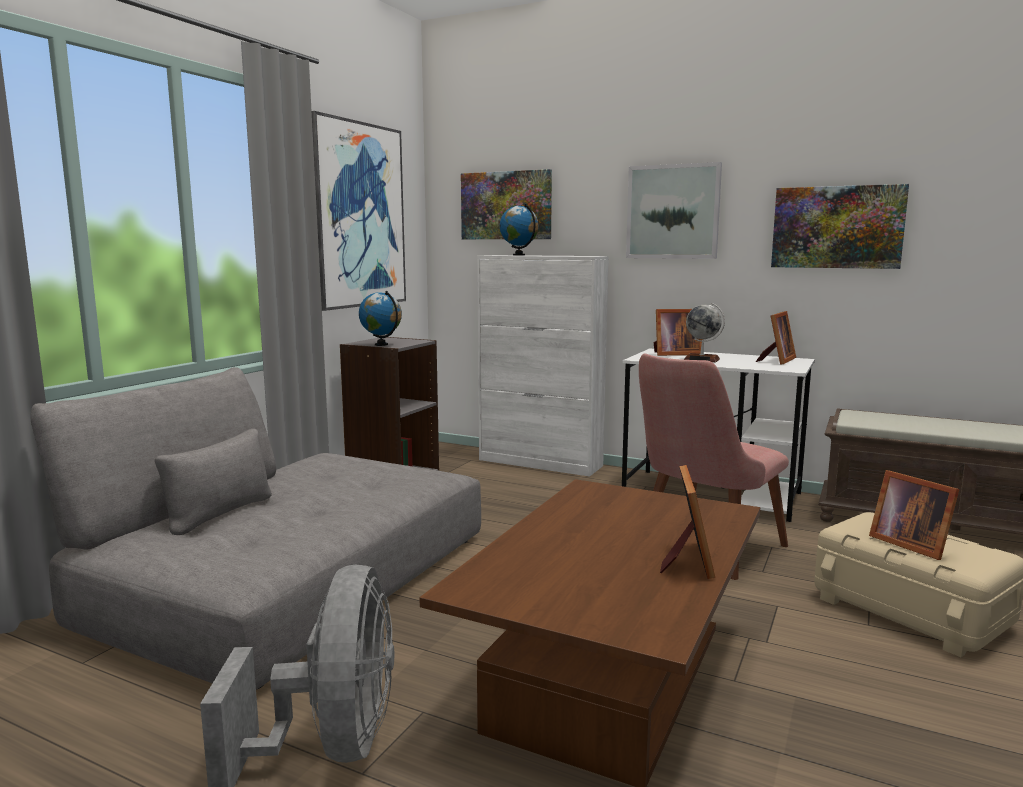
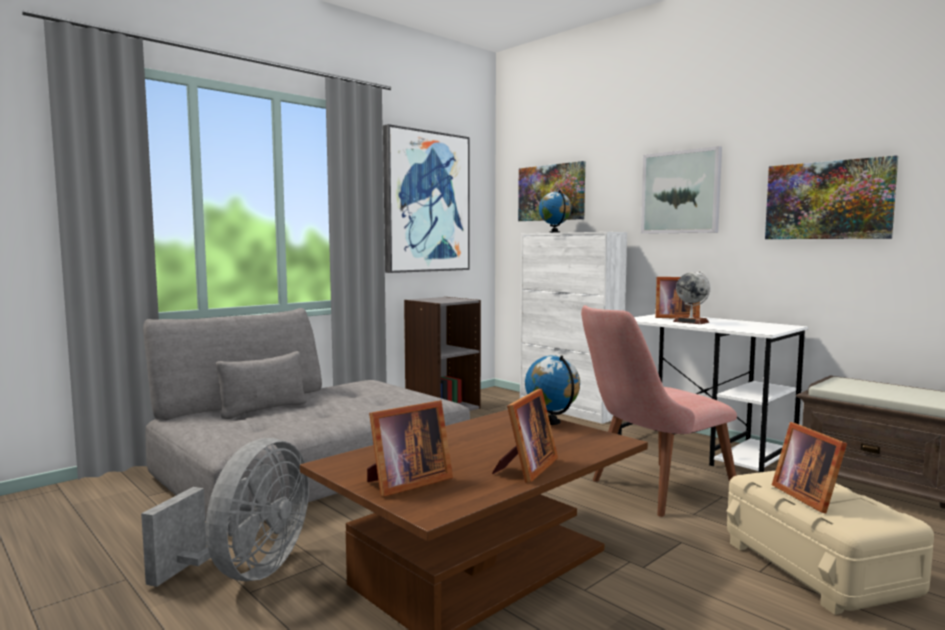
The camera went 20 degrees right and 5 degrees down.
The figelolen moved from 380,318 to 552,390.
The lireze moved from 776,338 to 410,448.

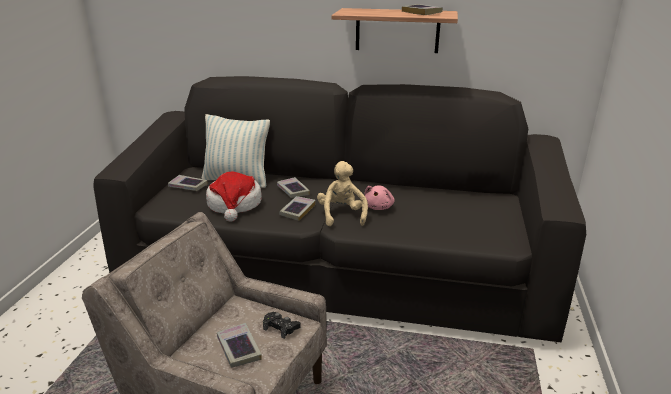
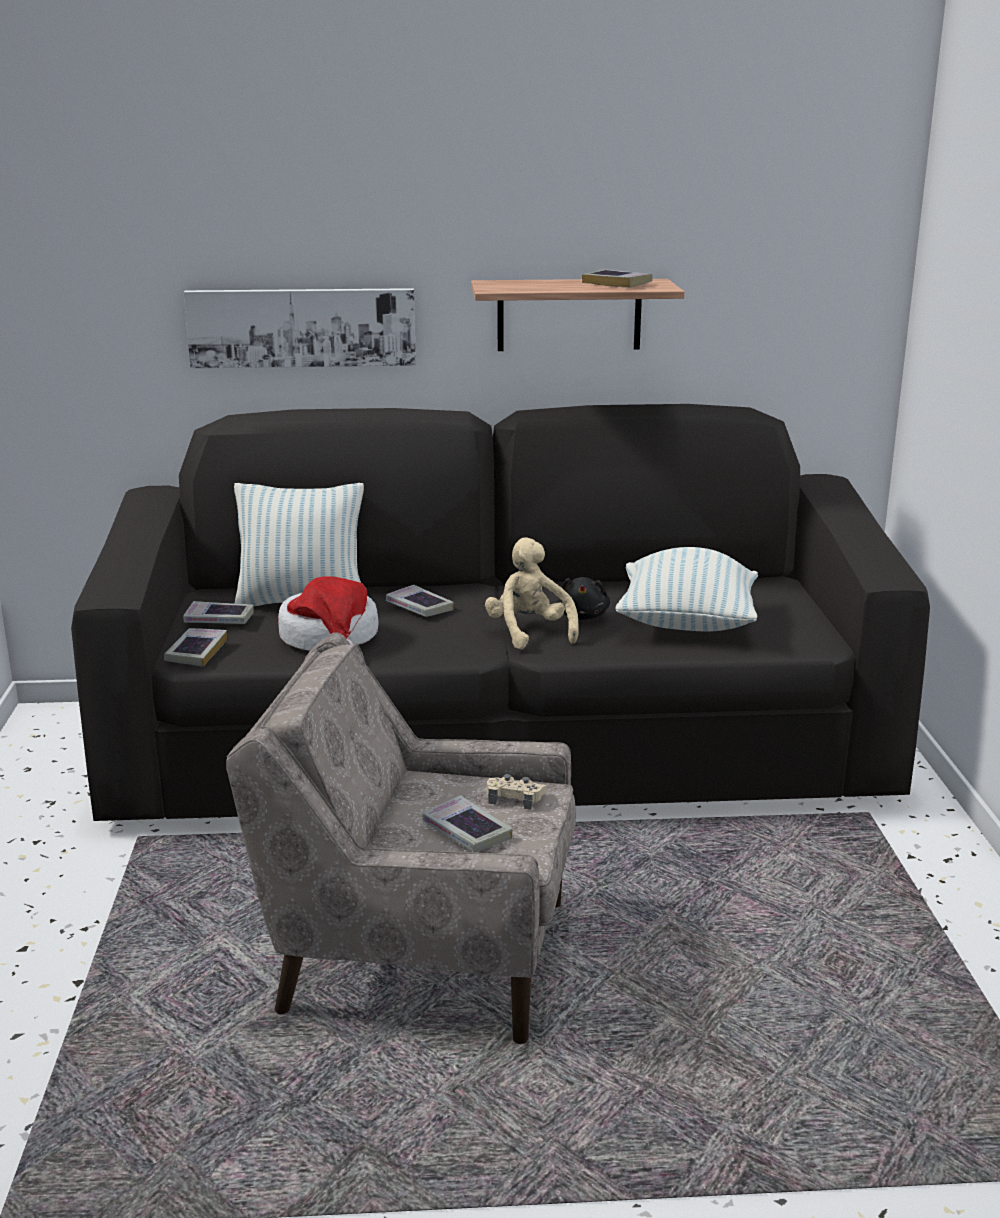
The camera went 15 degrees left and 5 degrees down.
The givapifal at 300,328 appeared.
The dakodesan at 687,589 appeared.
The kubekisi moved from 297,208 to 195,647.
The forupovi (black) at 282,325 became the forupovi (beige) at 516,792.
The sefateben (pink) at 380,197 became the sefateben (black) at 583,598.

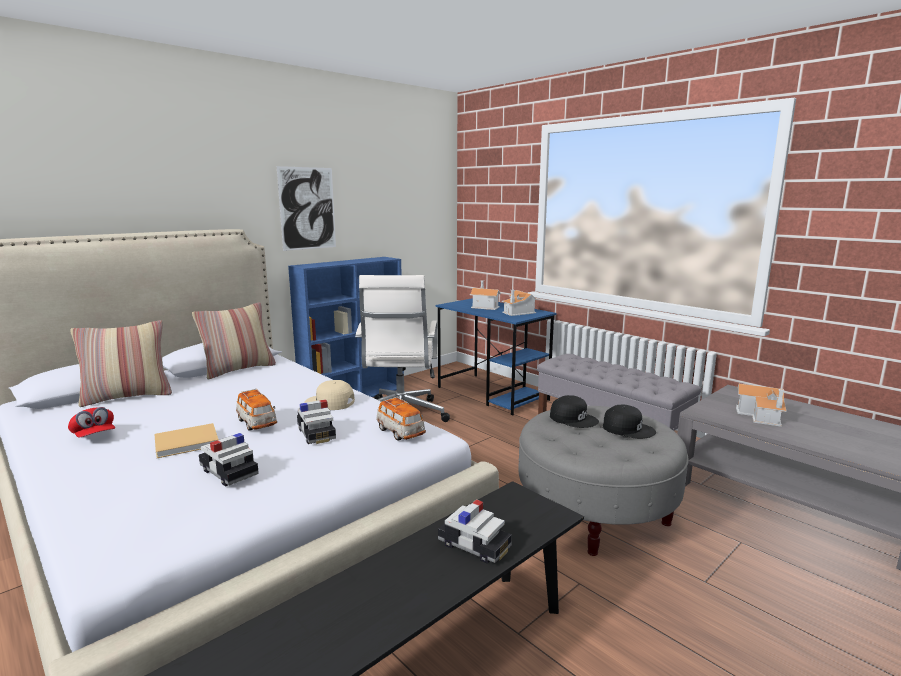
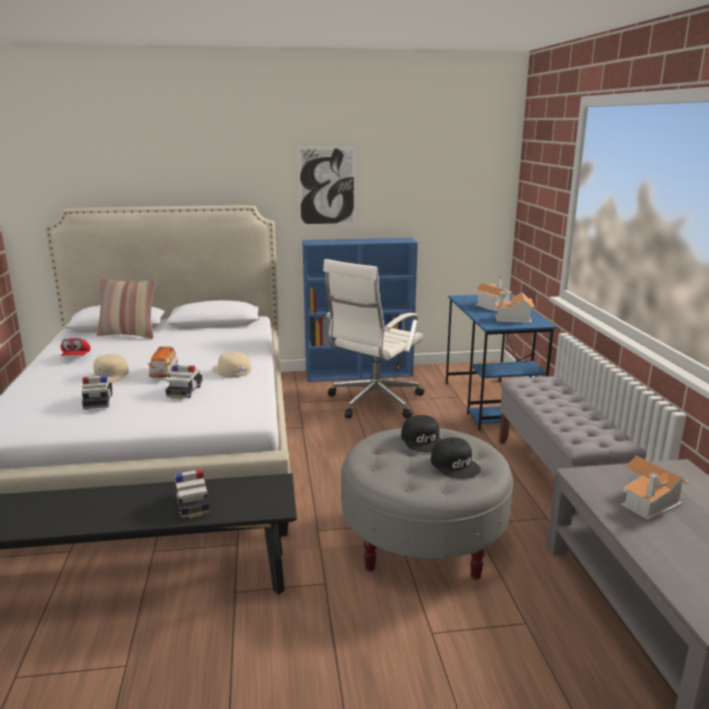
The camera went 35 degrees right and 5 degrees up.
The dakodesan at 234,340 disappeared.
The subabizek at 401,418 disappeared.
The kubekisi (beige) at 186,440 was replaced by the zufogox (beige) at 110,368.

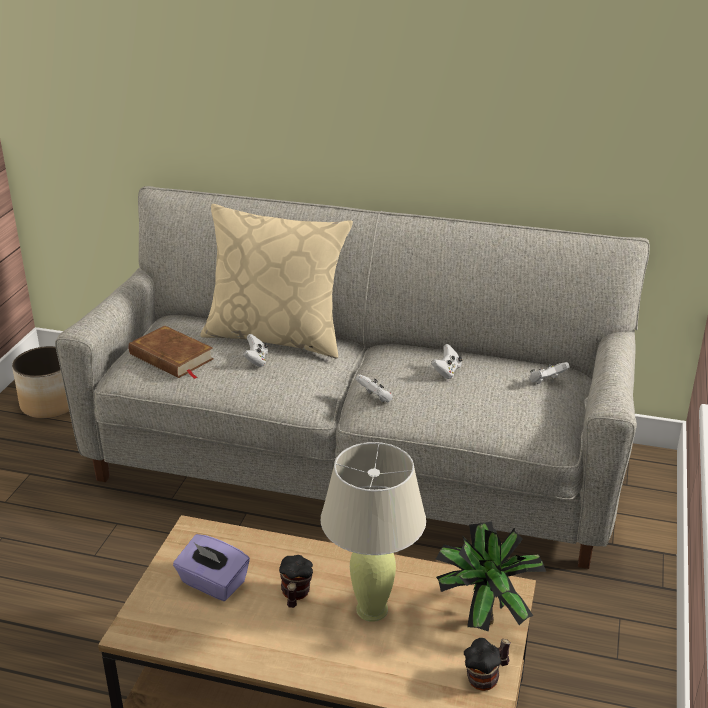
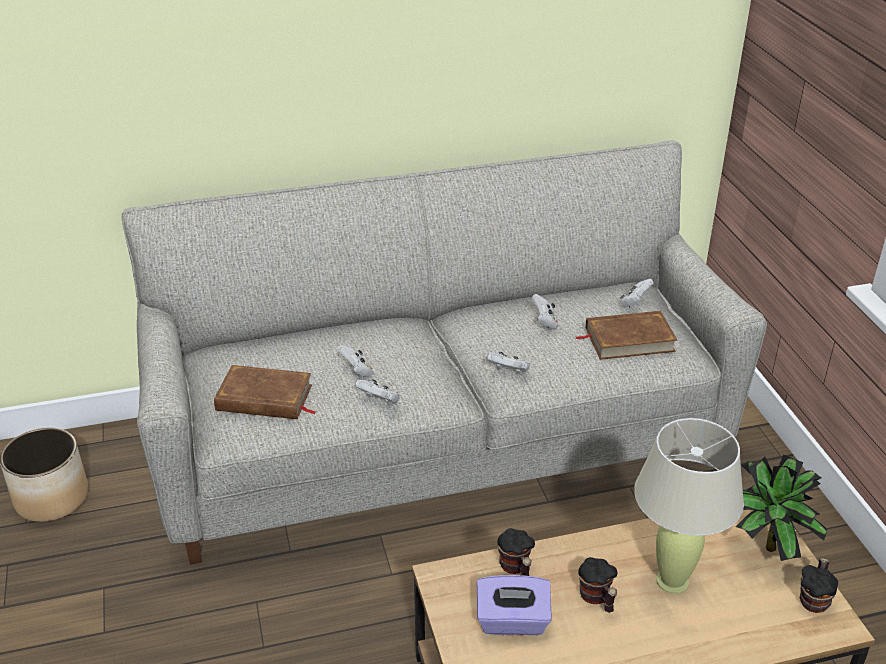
The camera went 30 degrees left and 5 degrees up.
The dakodesan (beige) at 276,281 disappeared.
The forupovi (white) at 377,392 appeared.
The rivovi at 516,552 appeared.
The kubekisi (brown) at 626,335 appeared.

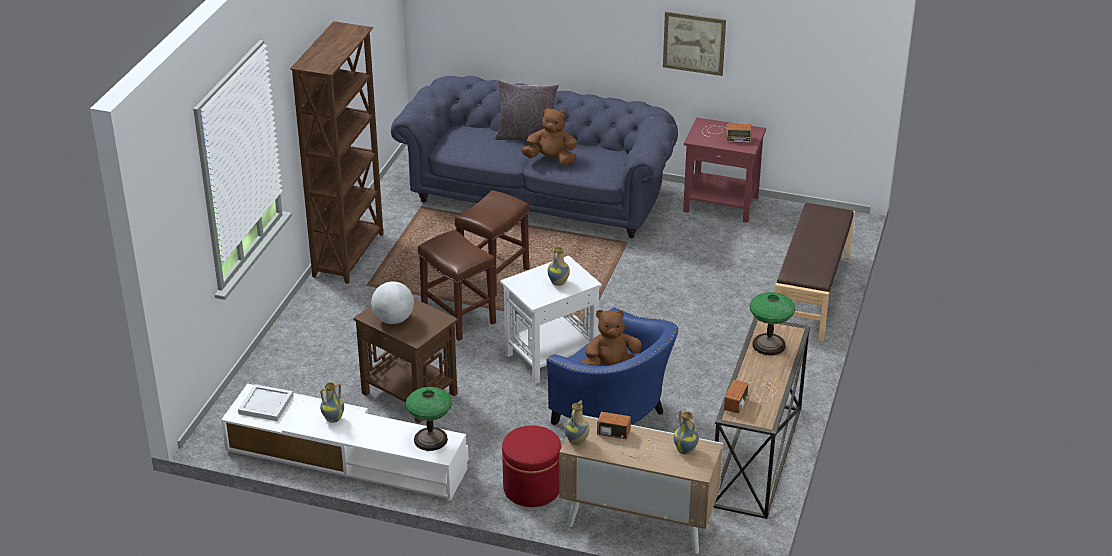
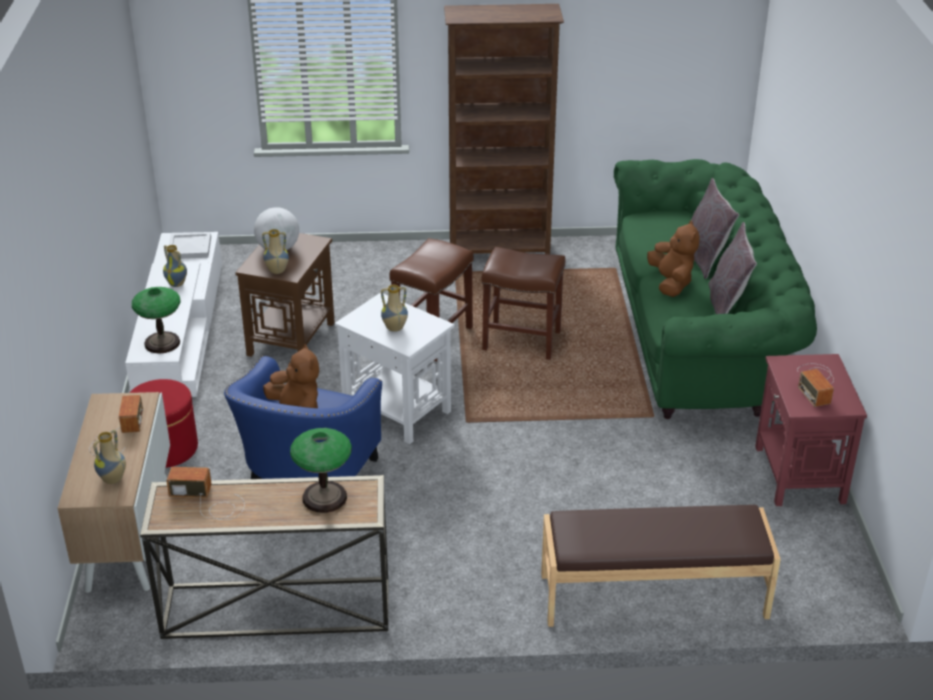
The camera went 70 degrees right and 0 degrees up.
The givapifal at 694,43 disappeared.
The dakodesan (grey) at 732,268 appeared.
The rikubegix moved from 577,423 to 275,251.
The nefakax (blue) at 534,157 became the nefakax (green) at 715,289.

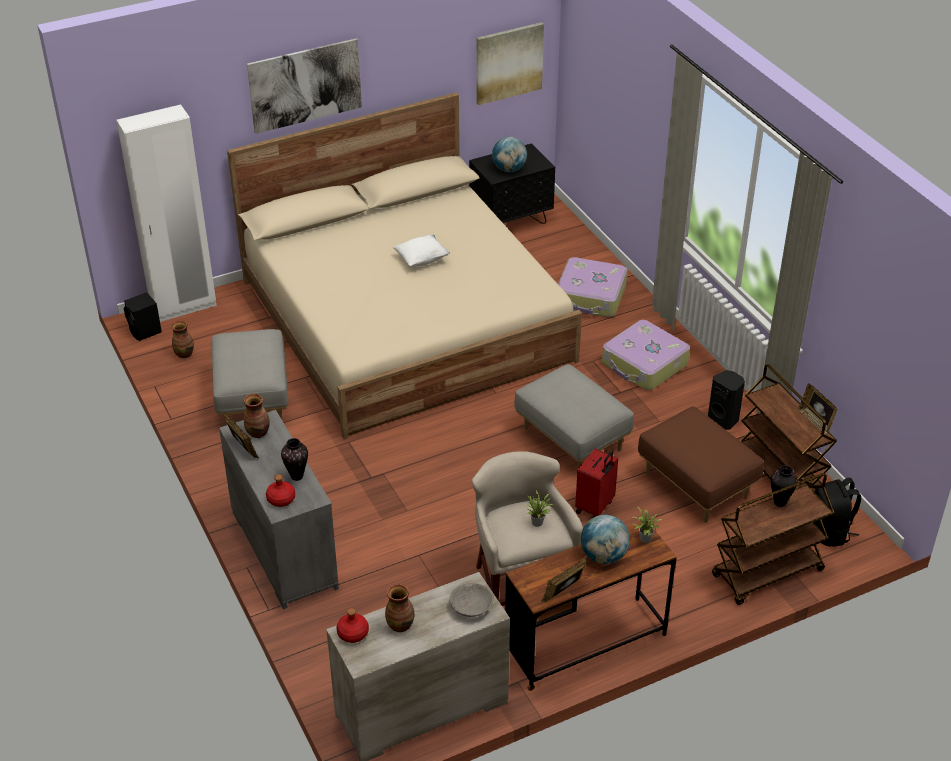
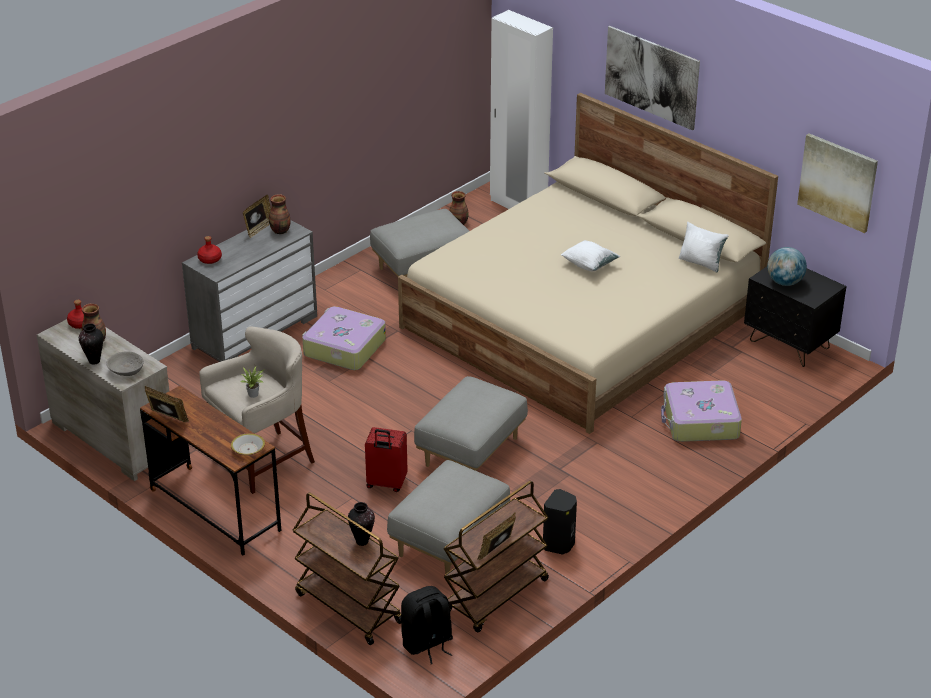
The camera went 70 degrees right and 5 degrees down.
The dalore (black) at 143,316 disappeared.
The figelolen at 605,539 disappeared.
The dakodesan (white) at 704,247 appeared.
The rikubegix moved from 294,459 to 91,344.
The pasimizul moved from 646,355 to 344,338.
The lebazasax at 648,524 was replaced by the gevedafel at 248,444.
The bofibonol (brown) at 701,464 became the bofibonol (grey) at 448,517.

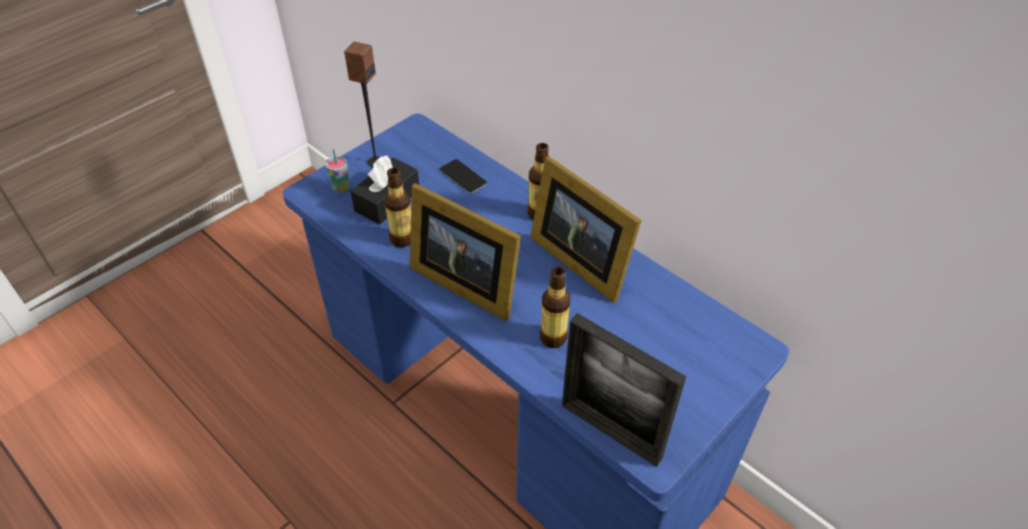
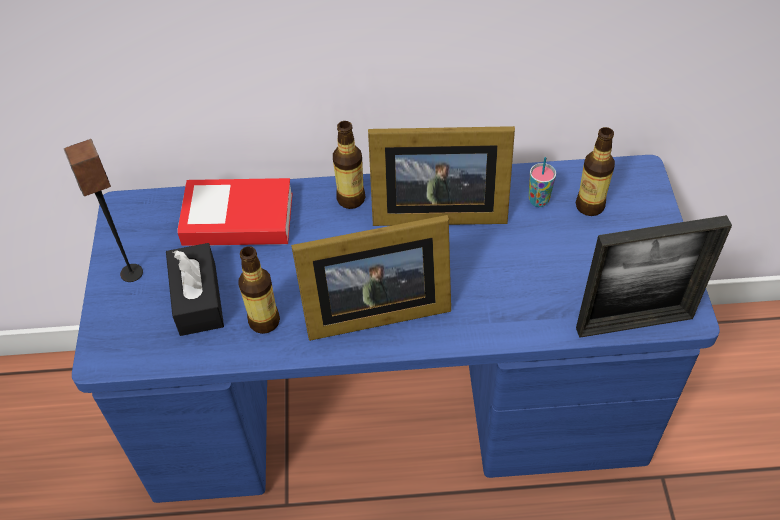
The camera went 45 degrees left and 5 degrees up.
The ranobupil moved from 337,171 to 542,182.
The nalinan moved from 555,307 to 595,171.
The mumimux at 463,176 was replaced by the kubekisi at 234,212.

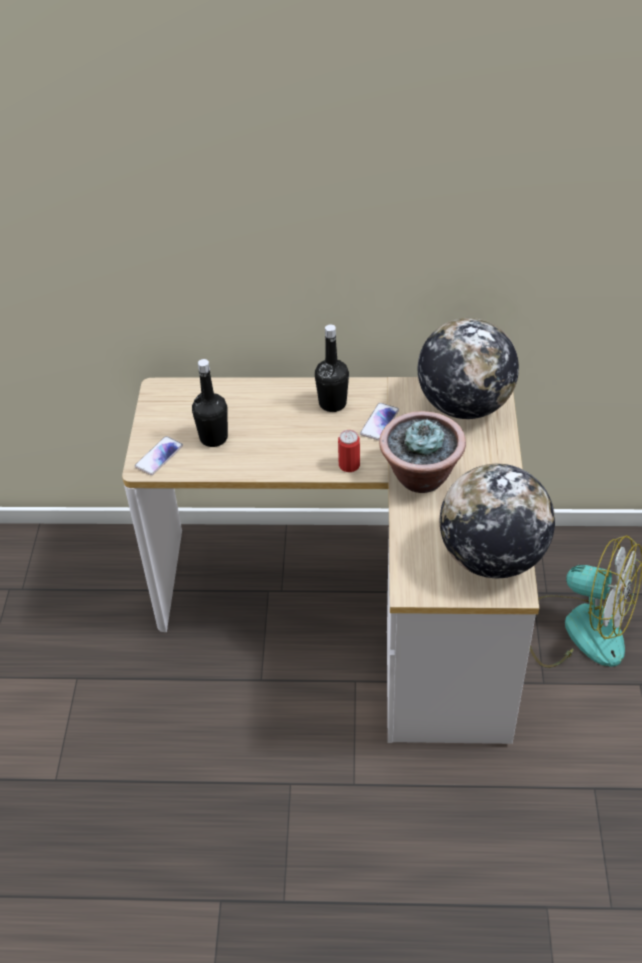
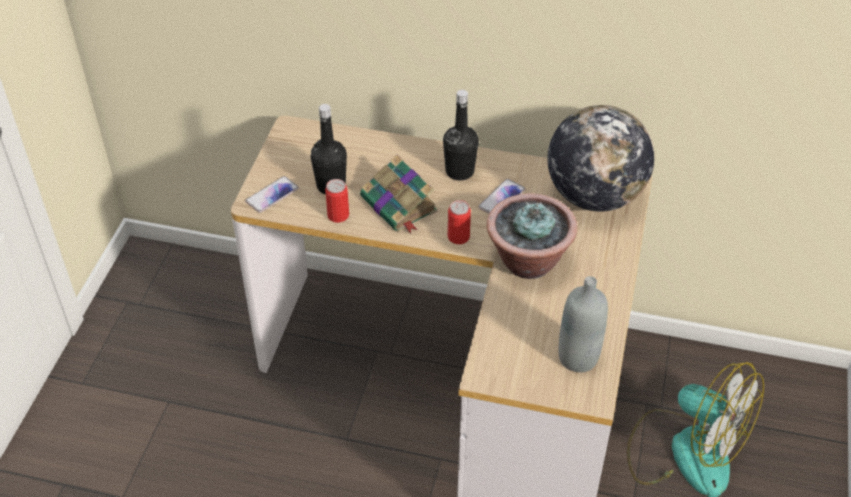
The camera went 10 degrees right and 0 degrees up.
The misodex at 337,201 appeared.
The kubekisi at 399,194 appeared.
The figelolen at 497,521 was replaced by the nalinan (grey) at 583,324.

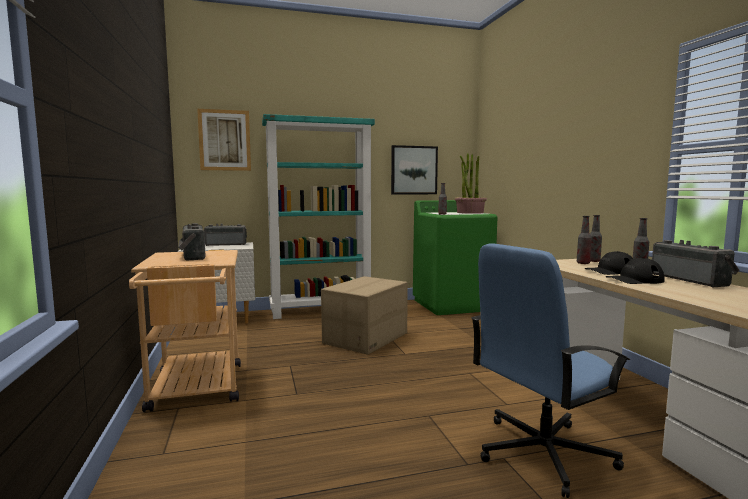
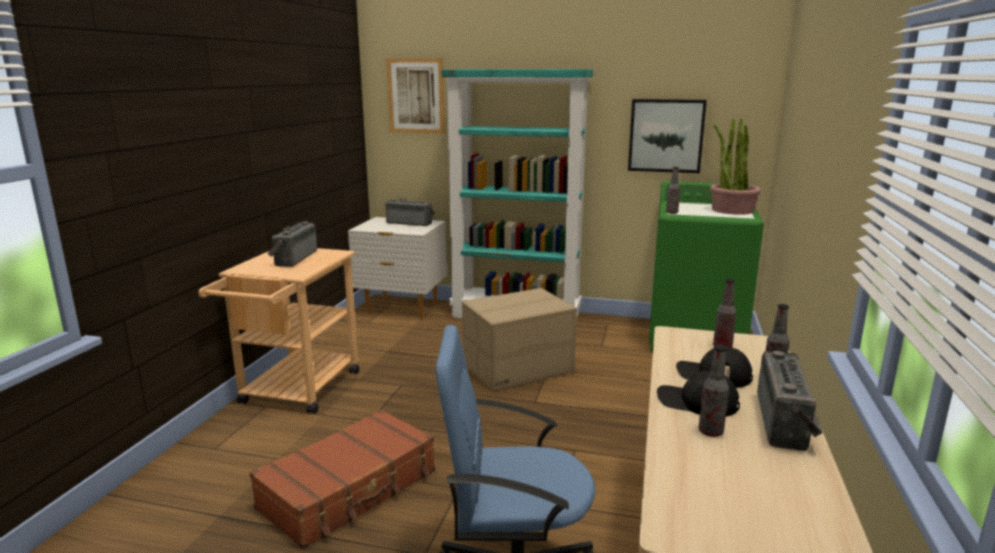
The camera went 30 degrees right and 10 degrees up.
The pasimizul (brown) at 342,479 appeared.
The nalinan moved from 596,238 to 714,390.

